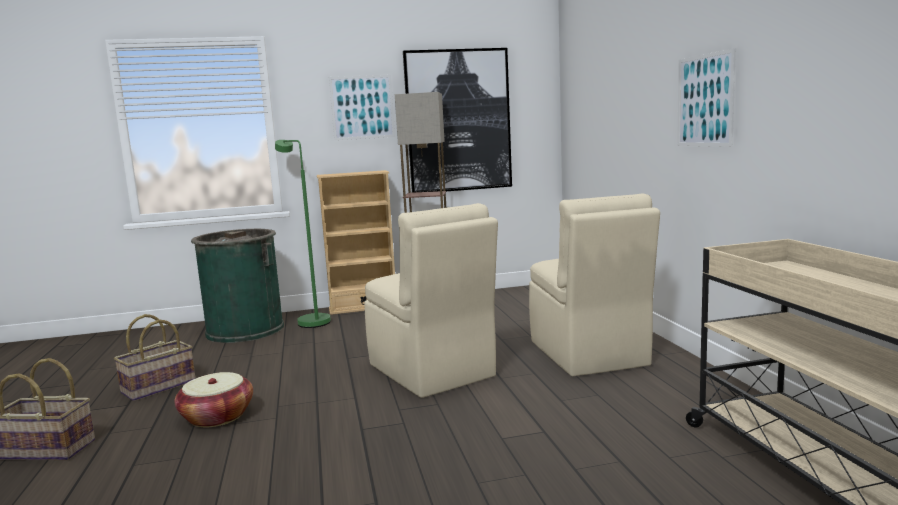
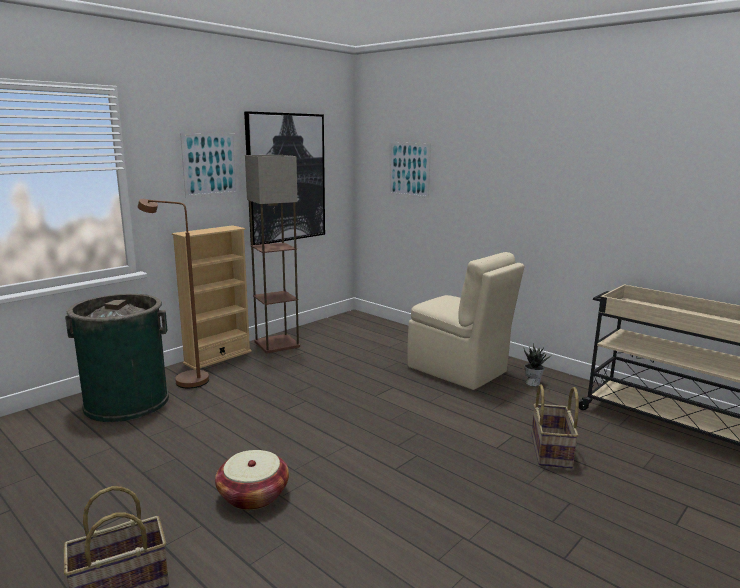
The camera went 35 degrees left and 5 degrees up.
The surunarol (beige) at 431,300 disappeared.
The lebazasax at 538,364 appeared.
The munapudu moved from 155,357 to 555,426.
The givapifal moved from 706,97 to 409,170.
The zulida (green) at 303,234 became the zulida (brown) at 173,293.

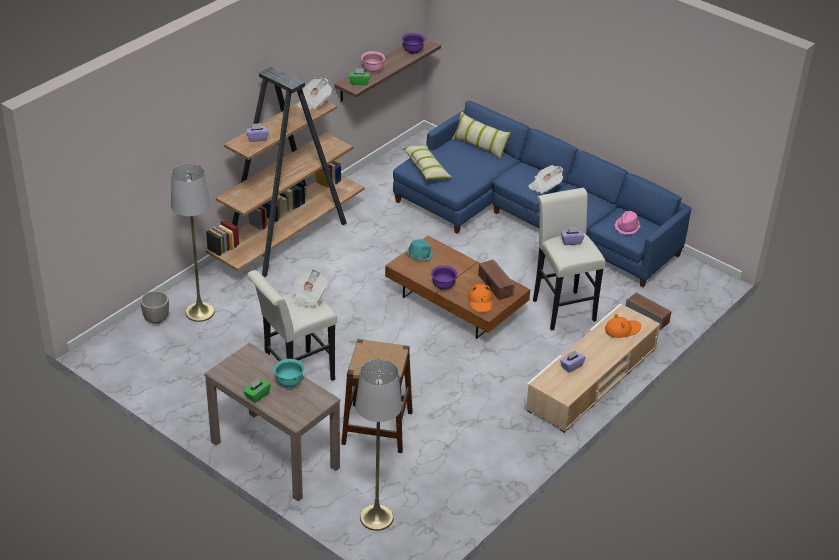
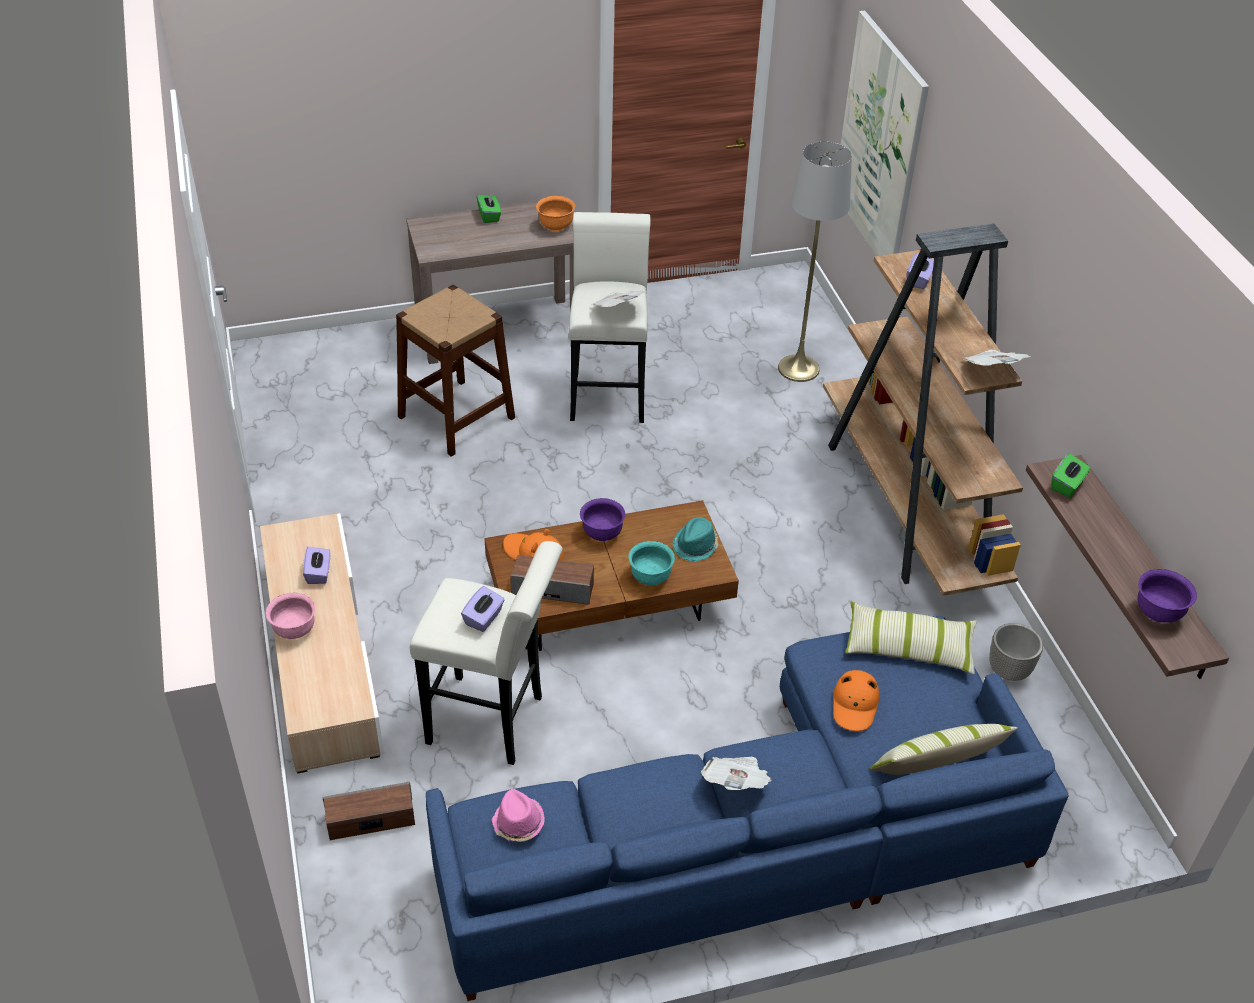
The camera went 125 degrees right and 5 degrees up.
The zulida (grey) at 378,445 disappeared.
The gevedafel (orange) at 555,214 appeared.
The givapifal at 885,133 appeared.
The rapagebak moved from 154,307 to 1016,652.
The gevedafel (turquoise) moved from 289,373 to 652,563.
The gevedafel (pink) moved from 373,62 to 290,616.
The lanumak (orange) moved from 623,326 to 856,700.

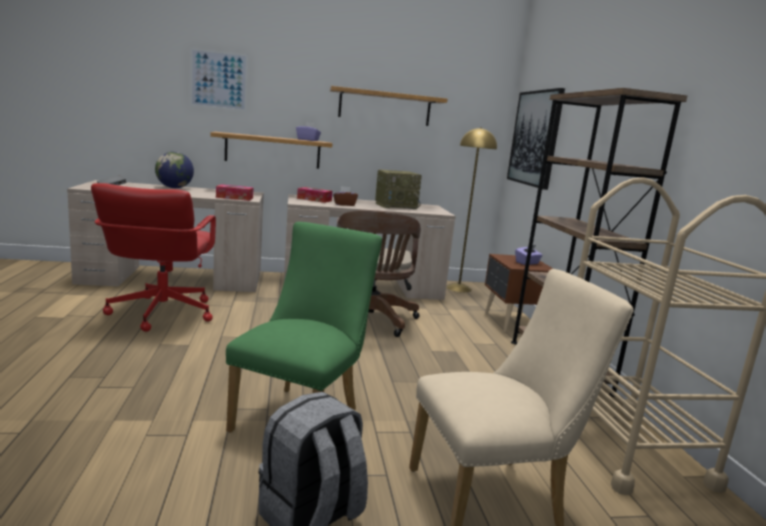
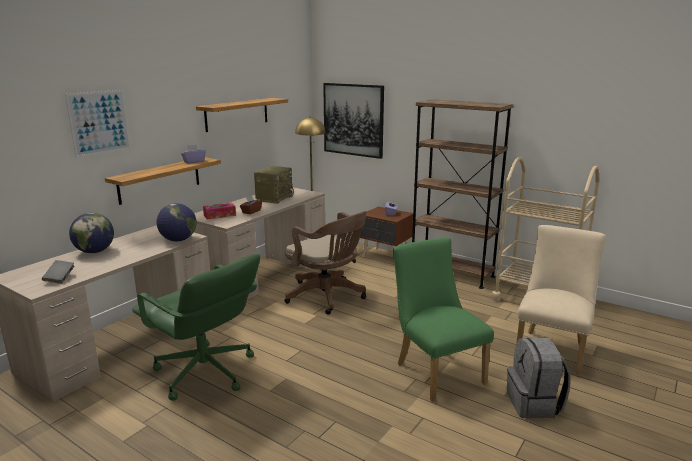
The camera went 45 degrees left and 5 degrees up.
The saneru at 235,192 was replaced by the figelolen at 176,222.
The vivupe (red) at 153,257 became the vivupe (green) at 196,327.

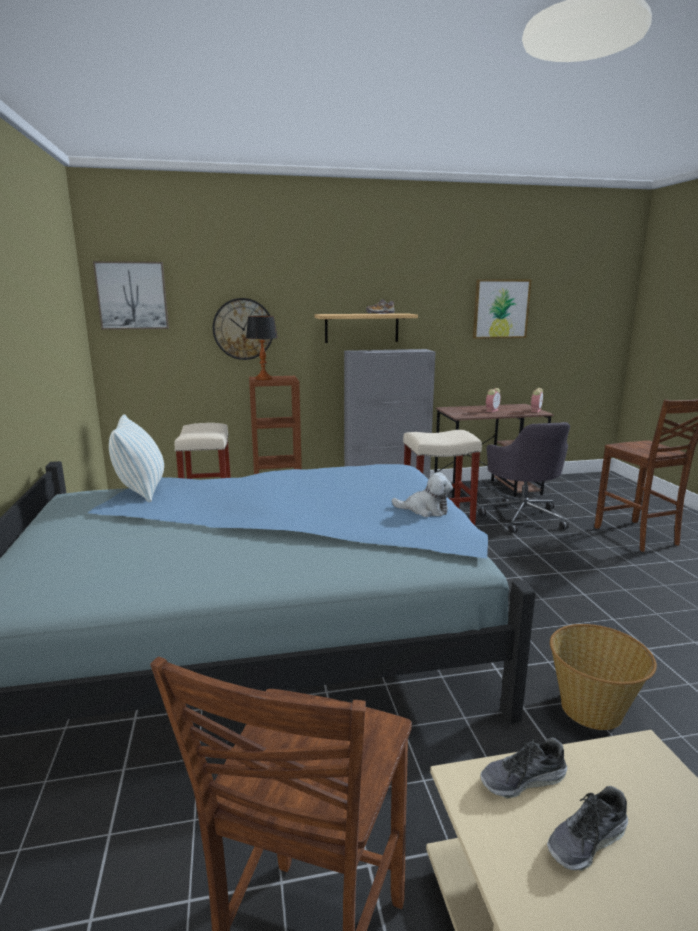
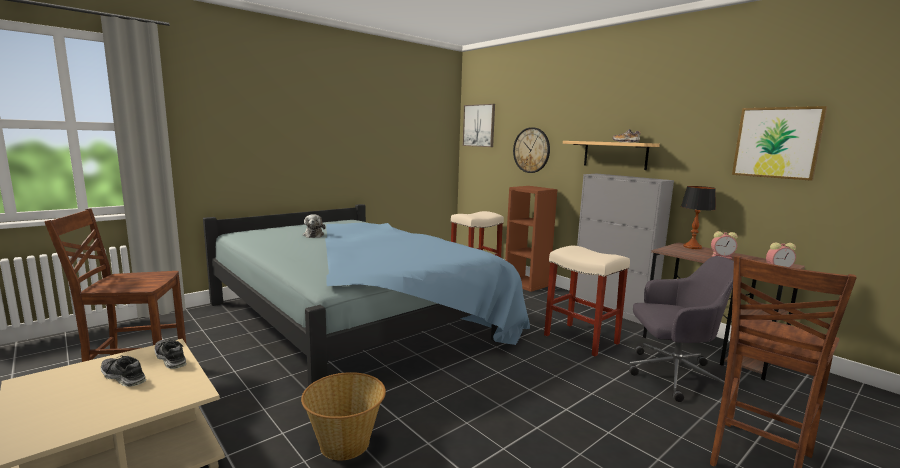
The camera went 60 degrees right and 5 degrees down.
The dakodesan at 136,458 disappeared.
The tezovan moved from 262,348 to 698,217.
The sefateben moved from 422,494 to 314,226.
The vivupe (grey) at 524,477 turned 135 degrees counterclockwise.

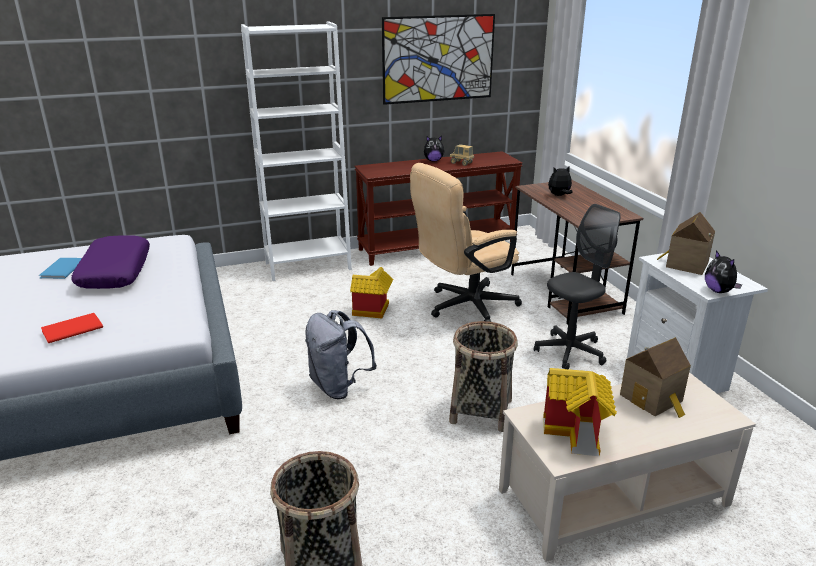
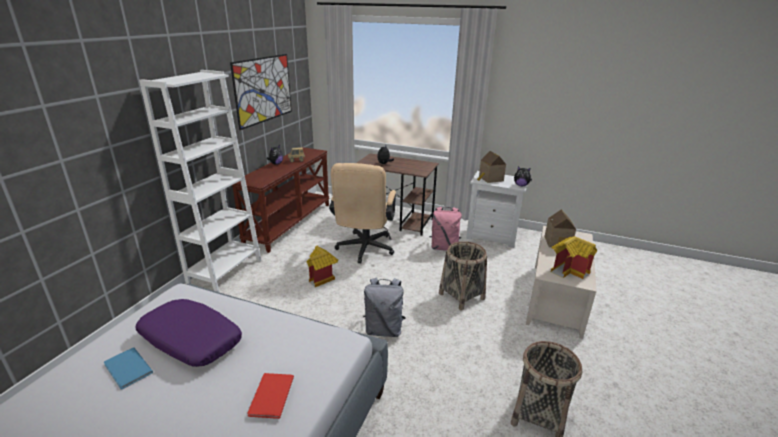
The camera went 50 degrees left and 0 degrees up.
The vivupe (grey) at 577,286 was replaced by the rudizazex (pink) at 445,228.

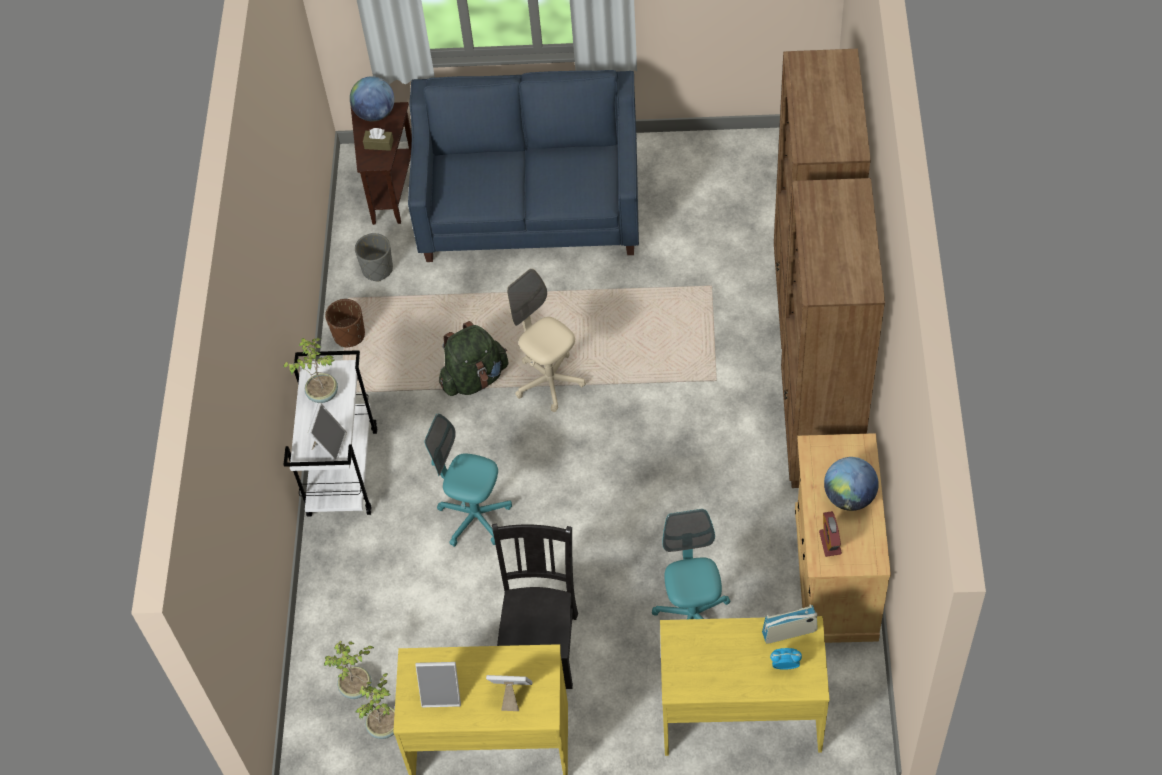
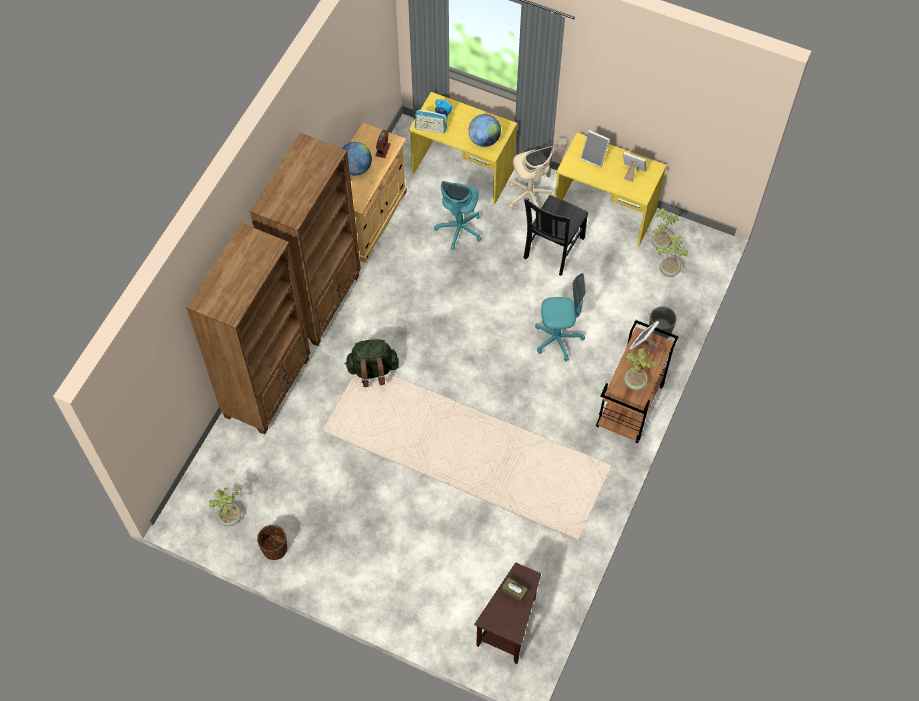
The camera went 160 degrees left and 5 degrees up.
The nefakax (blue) at 523,166 disappeared.
The lebazasax at 225,507 appeared.
The rapagebak (brown) moved from 345,323 to 272,542.
The figelolen moved from 372,98 to 484,130.
The rapagebak (grey) moved from 374,257 to 663,322.
The rudizazex (green) moved from 474,358 to 372,363.
The vivupe (beige) moved from 546,340 to 532,177.
The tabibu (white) at 330,433 became the tabibu (brown) at 637,381.
The vivupe (turquoise) at 468,480 turned 45 degrees counterclockwise.

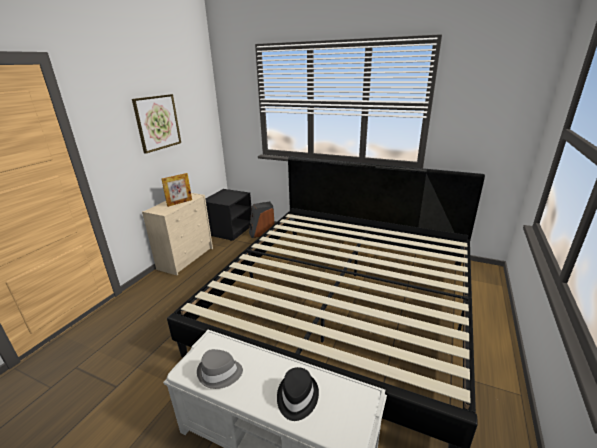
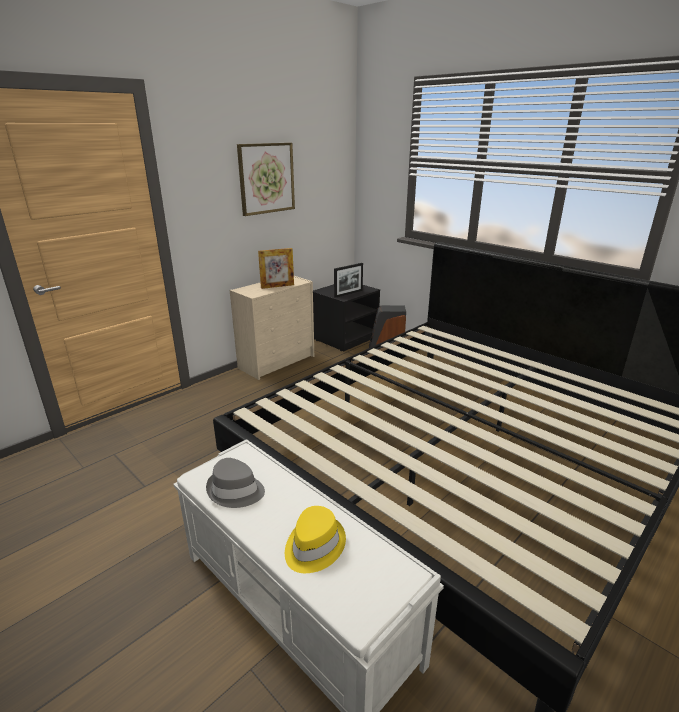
The camera went 20 degrees right and 0 degrees up.
The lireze at 348,280 appeared.
The lanumak (black) at 298,394 became the lanumak (yellow) at 315,539.

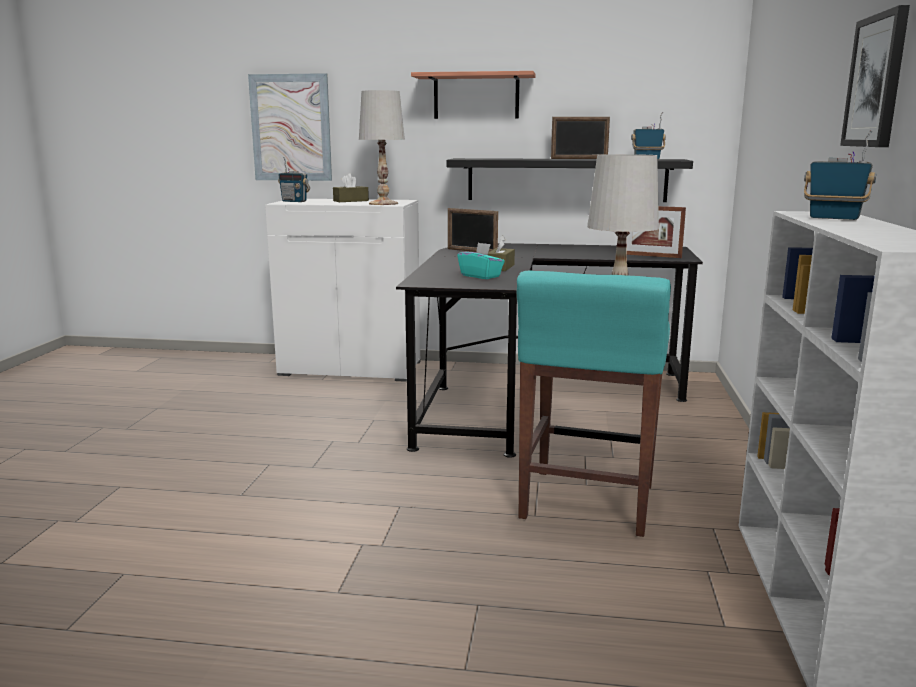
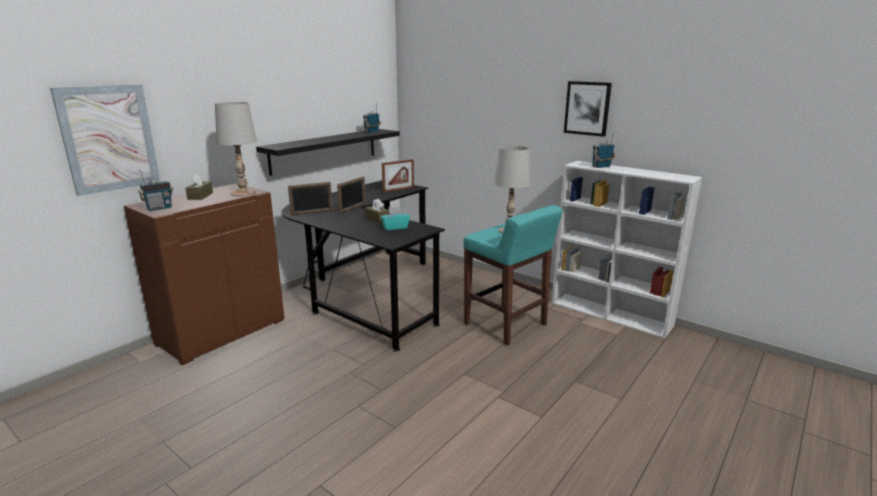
The camera went 60 degrees left and 5 degrees up.
The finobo at 473,95 disappeared.
The lireze moved from 580,138 to 351,195.
The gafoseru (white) at 342,290 became the gafoseru (brown) at 204,274.

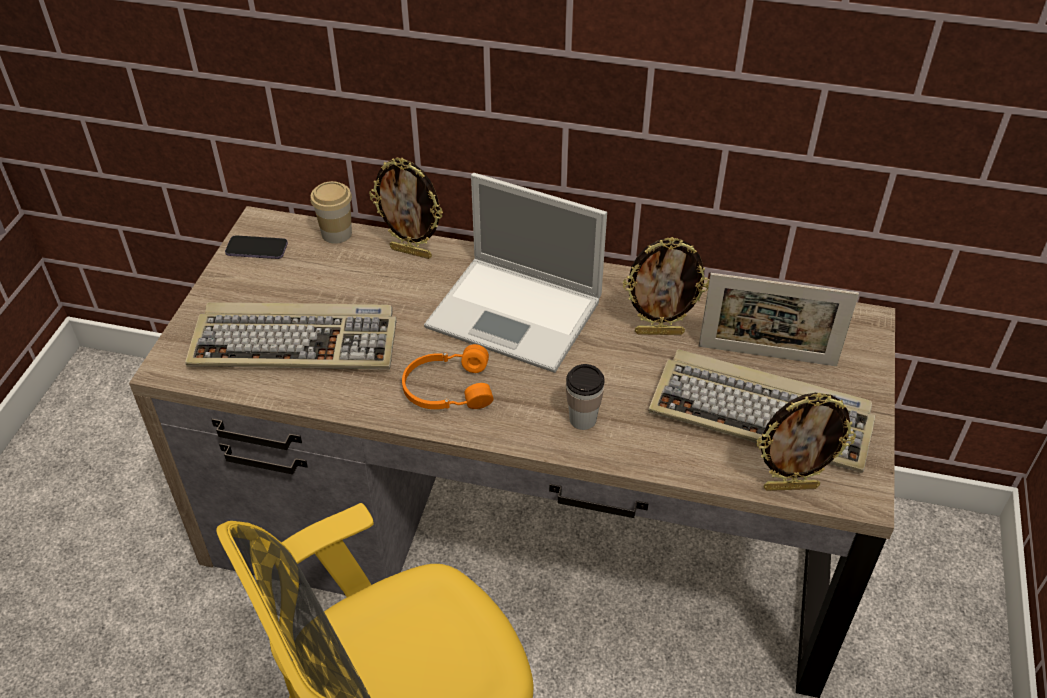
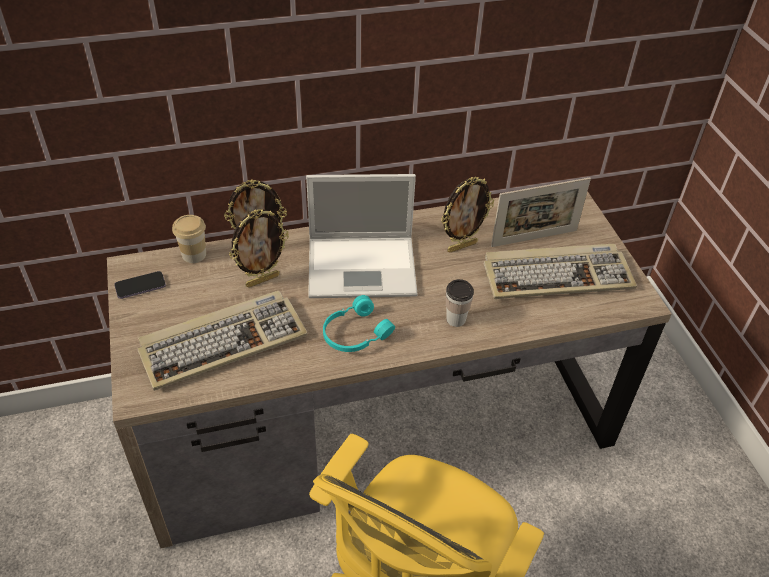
The camera went 30 degrees left and 0 degrees up.
The lireze moved from 806,442 to 259,248.
The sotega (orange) at 448,376 became the sotega (turquoise) at 359,323.

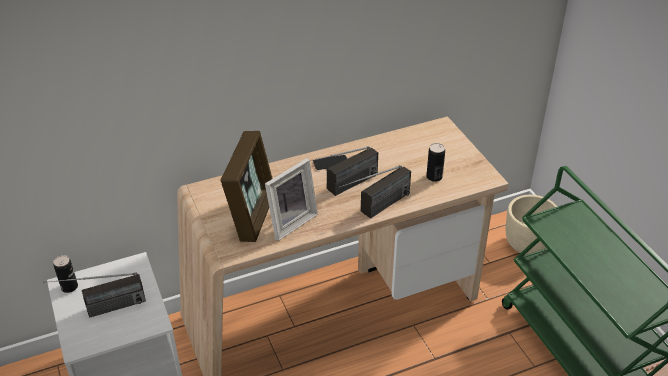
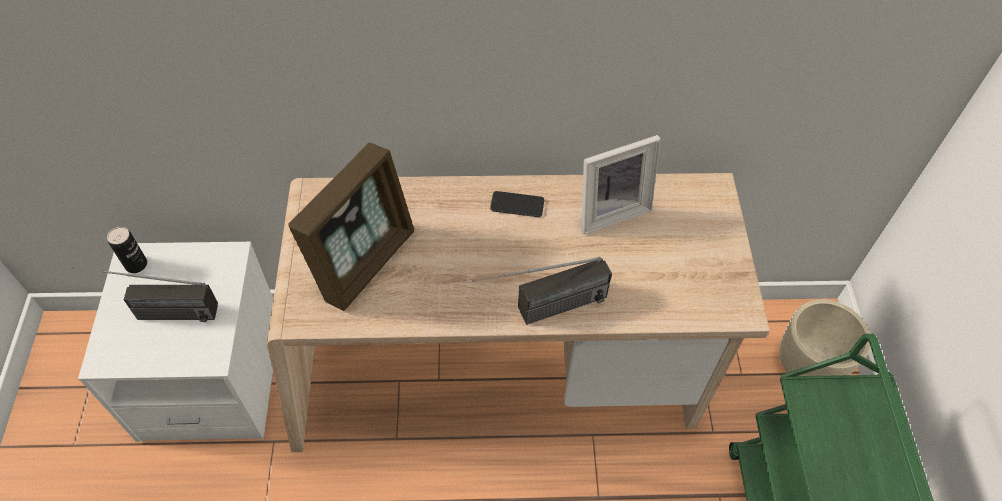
The camera went 20 degrees right and 15 degrees up.
The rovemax at 344,171 disappeared.
The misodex at 435,162 disappeared.
The lireze moved from 291,199 to 620,185.

